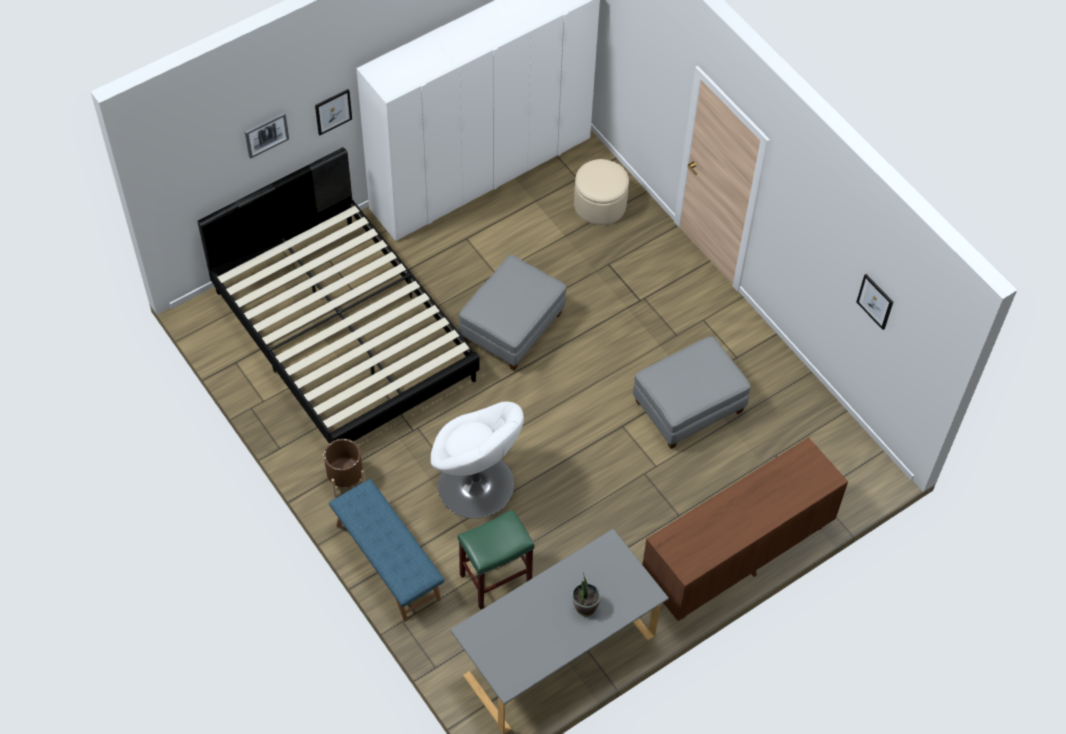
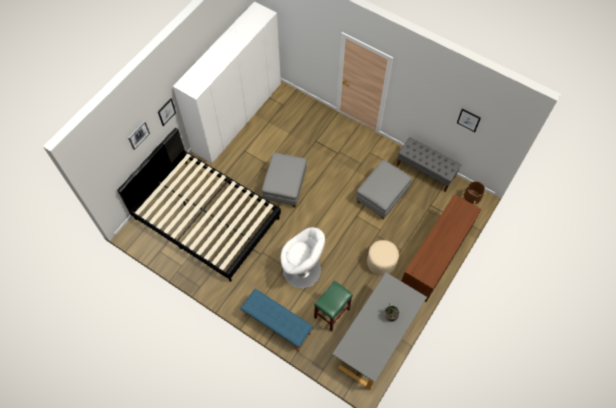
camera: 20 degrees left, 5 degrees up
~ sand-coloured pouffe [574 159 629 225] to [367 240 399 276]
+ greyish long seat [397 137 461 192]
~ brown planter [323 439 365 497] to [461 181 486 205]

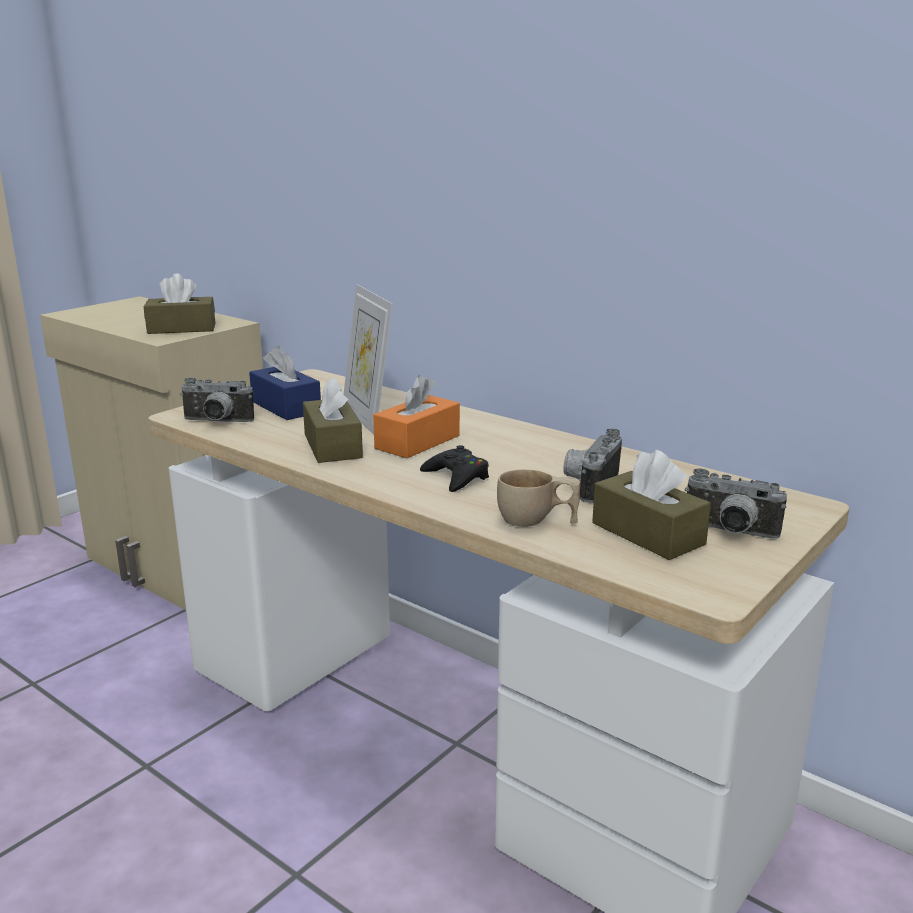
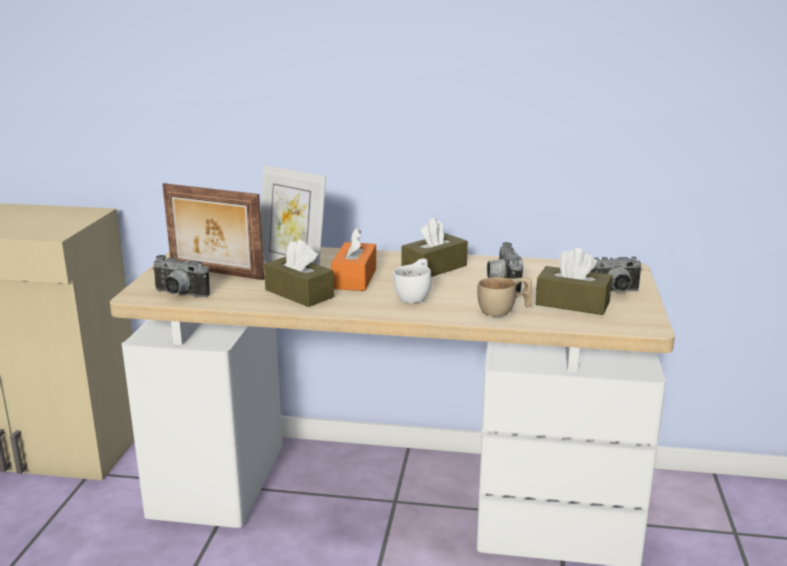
camera: 30 degrees left, 0 degrees up
~ photo camera [180 378 254 422] = [152 255 210 297] 45 degrees clockwise
~ blue-coloured box of tissues [249 346 321 420] to photo frame [163 183 264 280]
~ blackish joypad [420 445 489 492] to white drinking cup [393 259 431 303]
~ brown box of tissues [144 273 215 334] to [402 218 468 277]

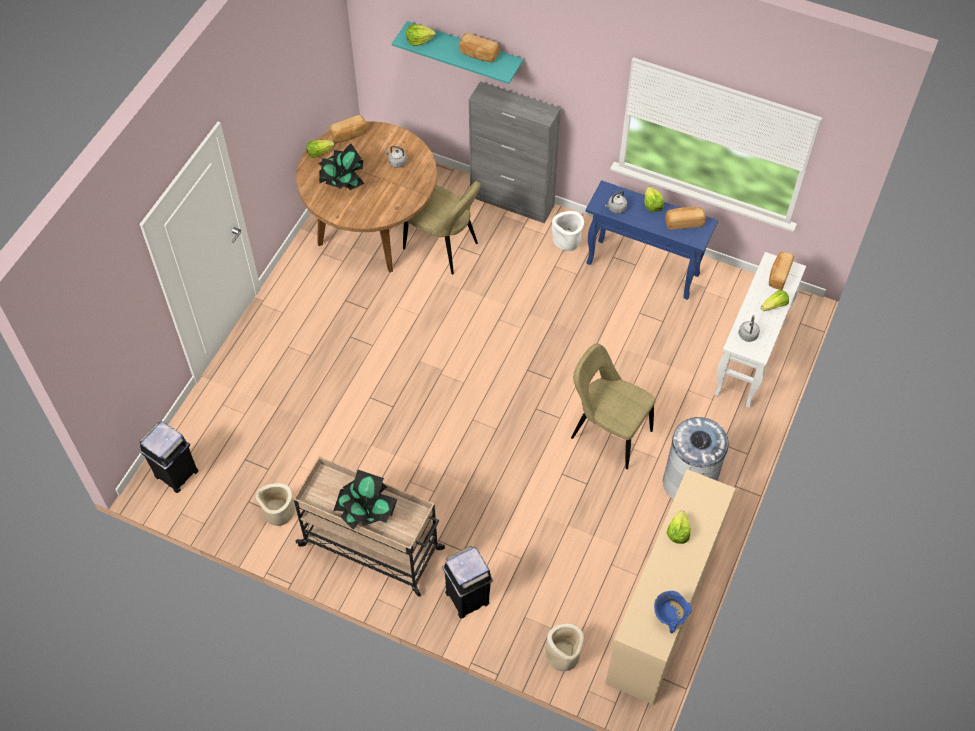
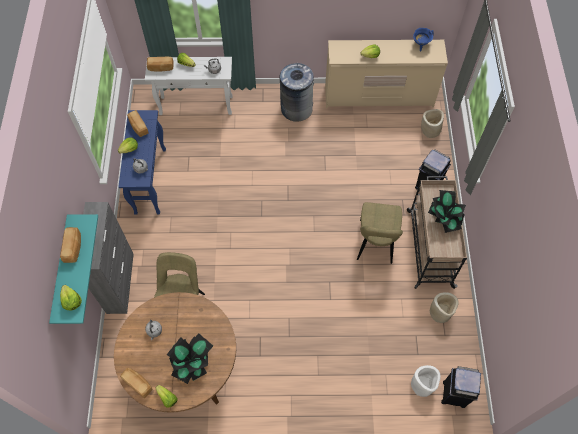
camera: 115 degrees left, 5 degrees up
~ sand-coloured upright chair [571 343 656 469] to [357 202 403 264]
~ white planter [552 211 584 251] to [411 365 440 397]

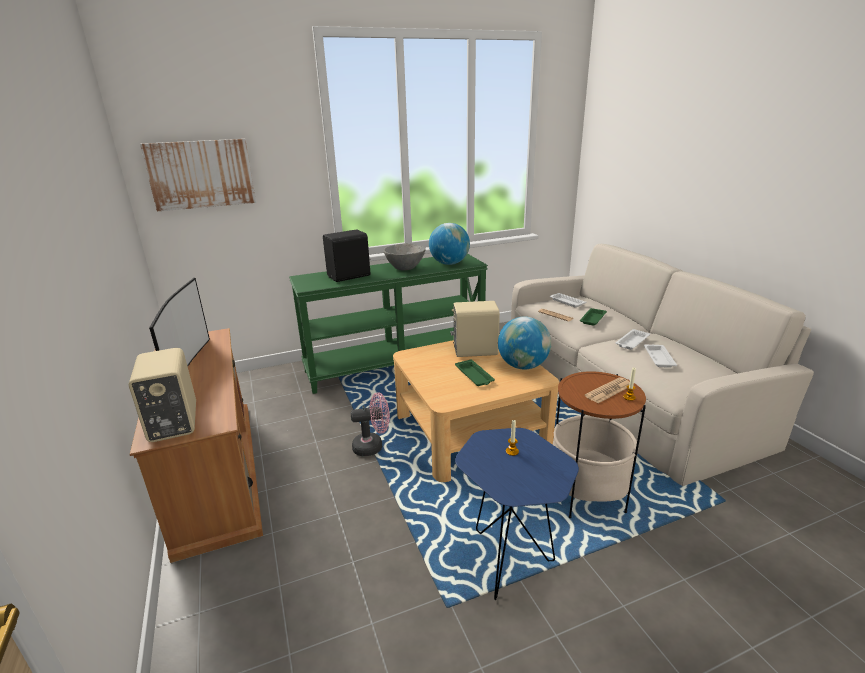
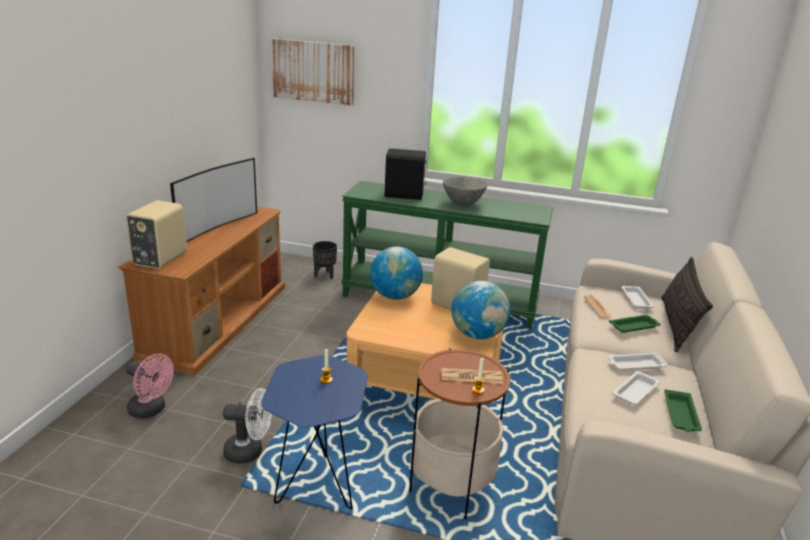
camera: 35 degrees right, 0 degrees up
~ pink fan [351 392 390 456] to [126 354 174 419]
+ white fan [223 388 272 464]
+ blackish planter [313 241 337 279]
~ desk globe [429 223 470 265] to [370 247 423 300]
+ throw pillow [661 257 713 352]
~ greenish tray [455 359 495 386] to [664 389 702 432]

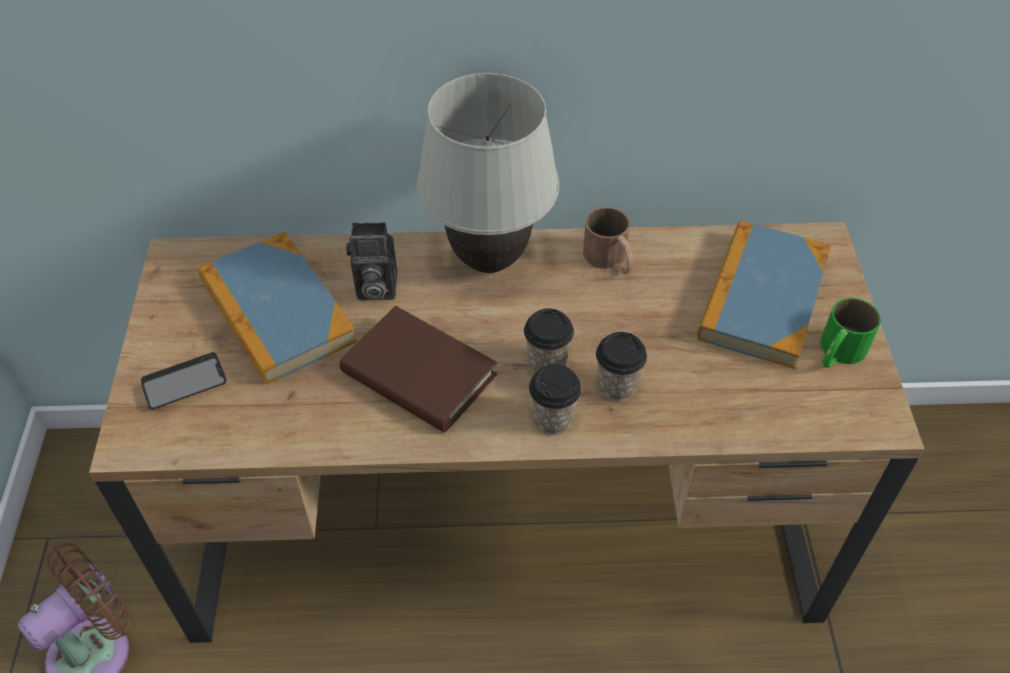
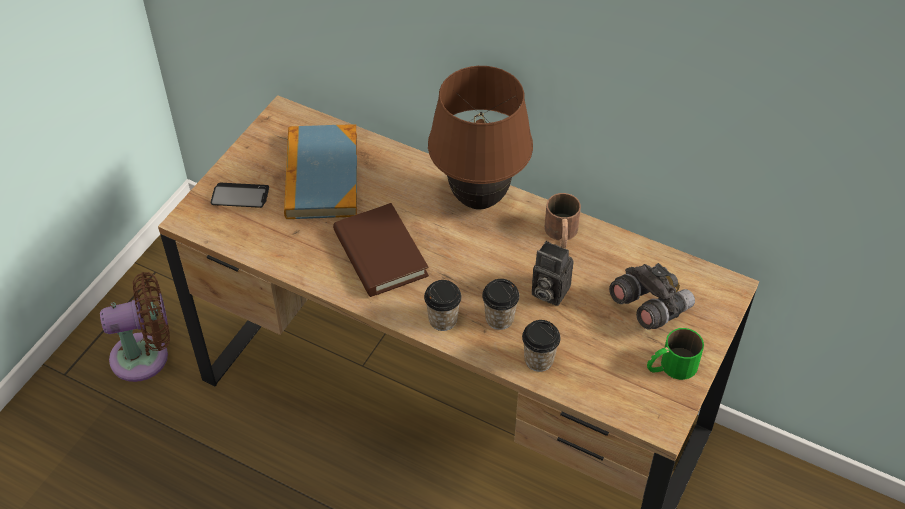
camera: 30 degrees right, 0 degrees up
~ white lamp for a table [417 73 559 273] to brown lamp for a table [428 66 533 209]
~ drinking cup [524 309 574 373] to [522 320 561 372]
~ photo camera [346 222 397 300] to [532 241 573 306]
~ bound book [697 221 831 369] to greyish field glasses [609 263 695 329]

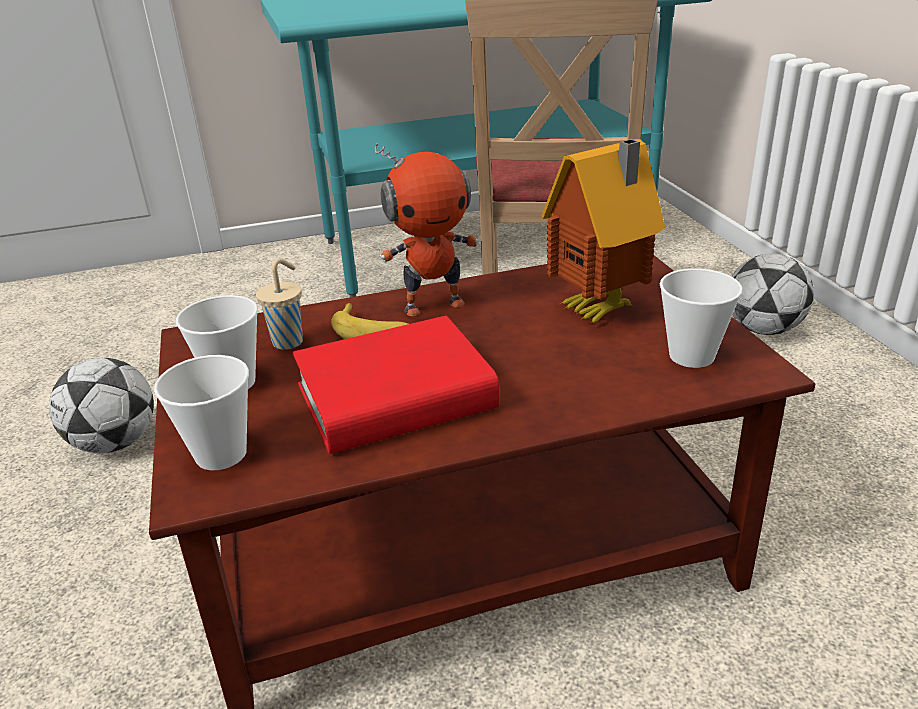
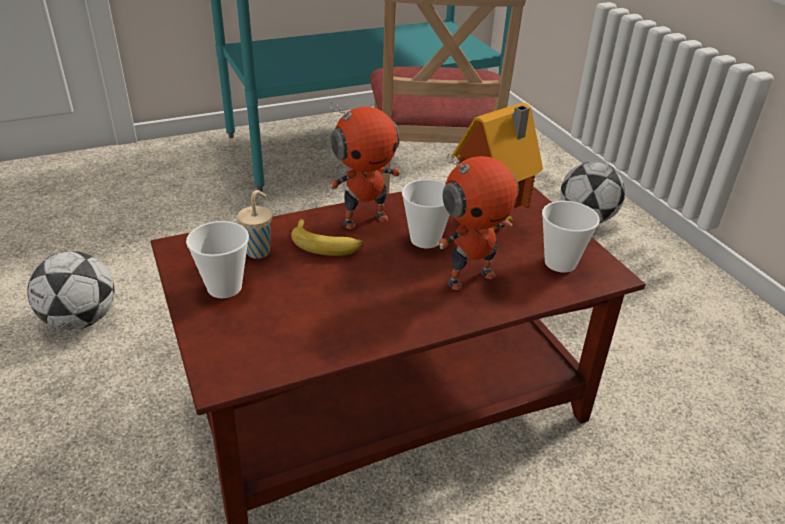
camera: 10 degrees left, 5 degrees up
~ drinking cup [154 355 249 470] to [402 179 450 248]
+ model robot [437 153 519 290]
- red bound book [293 316 499 454]

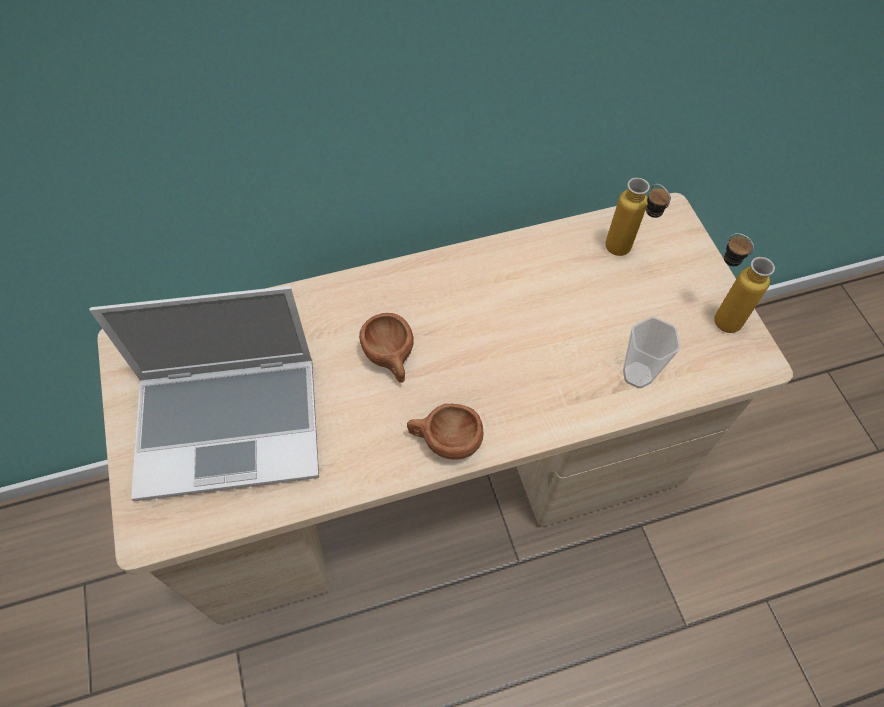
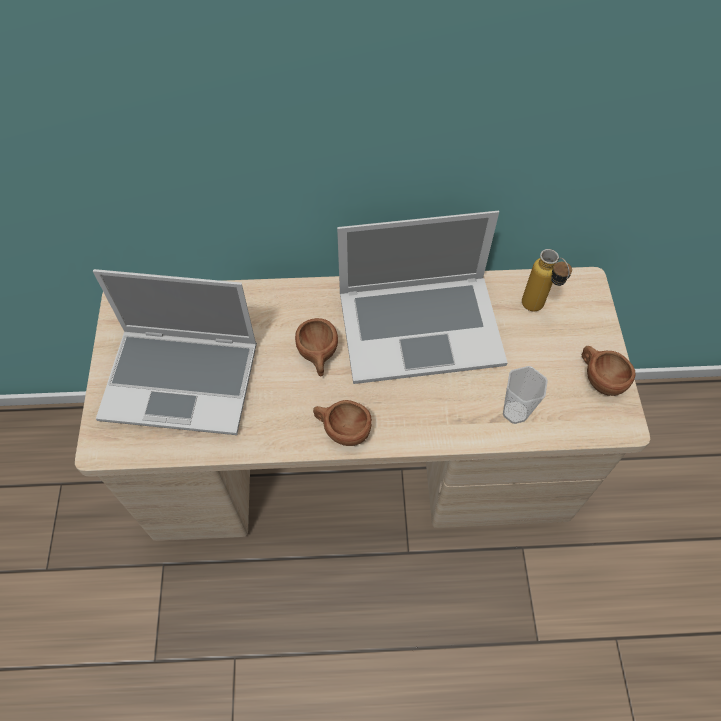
camera: 15 degrees right, 0 degrees up
+ laptop [337 211 508 384]
~ bottle [714 233 775 333] to brown drinking cup [582 346 635 396]

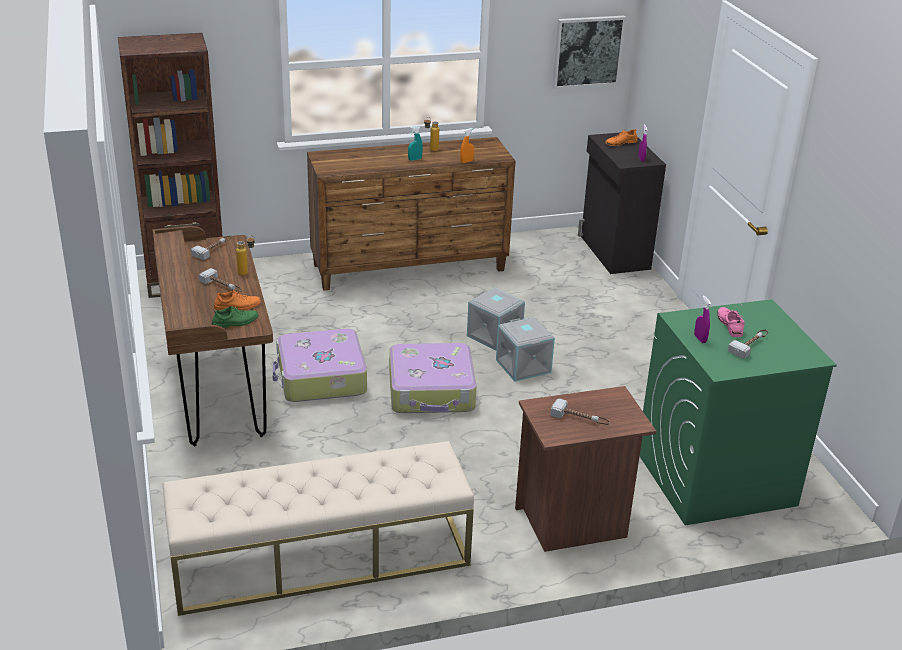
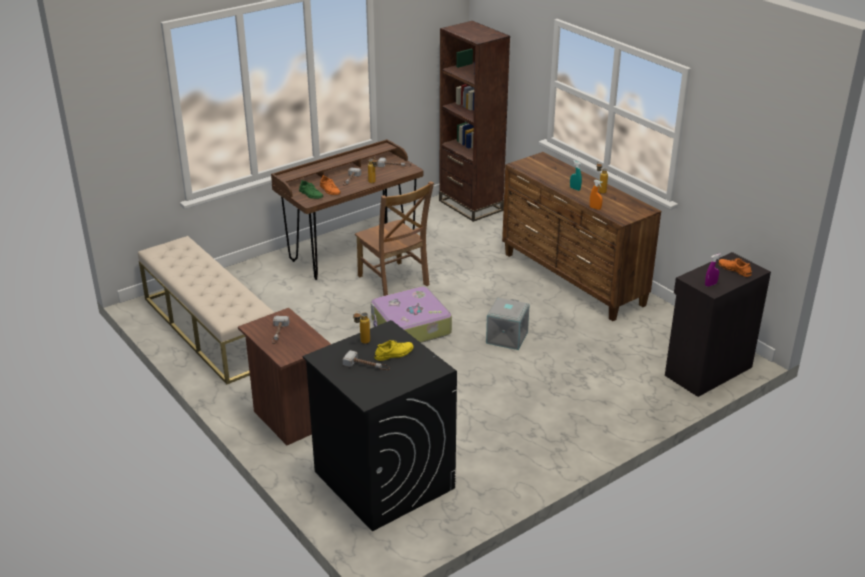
camera: 70 degrees right, 0 degrees up
~ greenish washing machine [640 299 837 526] to blackish washing machine [303 320 457 532]
~ purplish sprayer [694 295 711 343] to bottle [353 311 370 344]
~ suitcase [272 329 367 402] to brown upright chair [355 181 434 296]
~ pink shoe [717 307 745 337] to yellowish shoe [374 340 414 361]
- greyish storage box [496 317 555 382]
- picture [553 16 626 89]

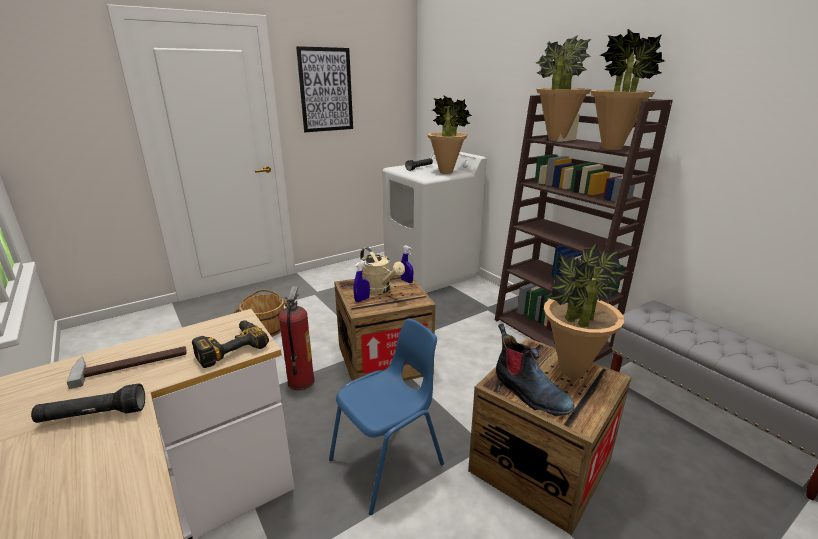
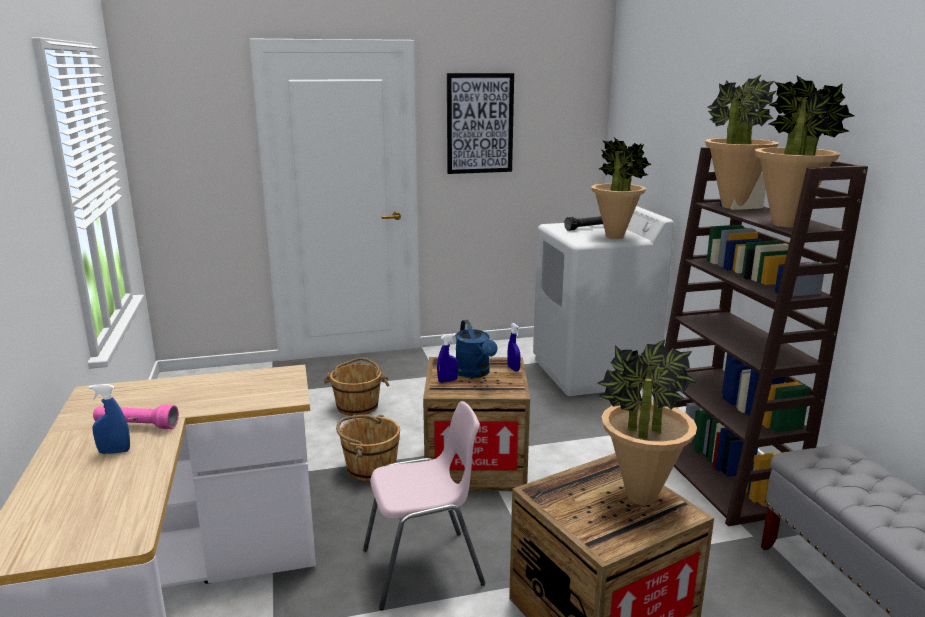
camera: 20 degrees right, 5 degrees down
+ blue-coloured sprayer [89 384 130 454]
~ blackish torch [31 383 145 423] to pink torch [93 404 179 429]
~ fire extinguisher [279 286 315 390] to brown bucket [336 415 400 481]
~ blue-coloured upright chair [329 318 444 515] to pink upright chair [363 401 486 610]
~ sand-coloured watering pot [360 247 405 294] to blue-coloured watering pot [456 320 497 378]
- hammer [67 346 186 389]
- electric drill [192 320 269 368]
- boot [496 323 575 416]

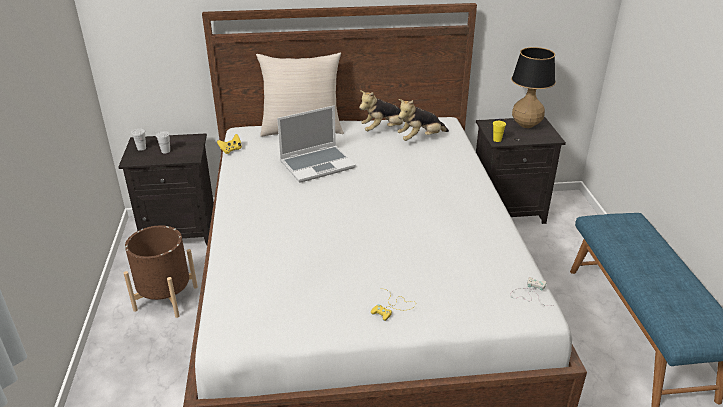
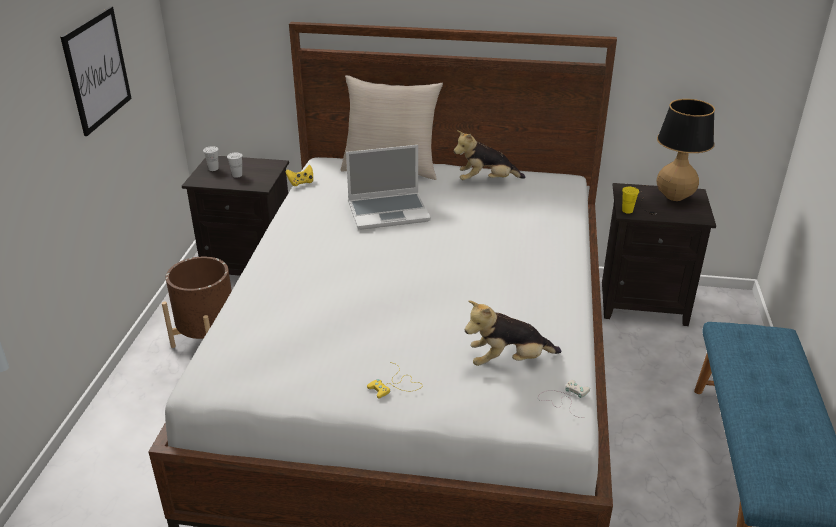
camera: 15 degrees right, 0 degrees up
+ picture [60 7 132 136]
~ soft toy [397 99 449 141] to [465 300 561 366]

